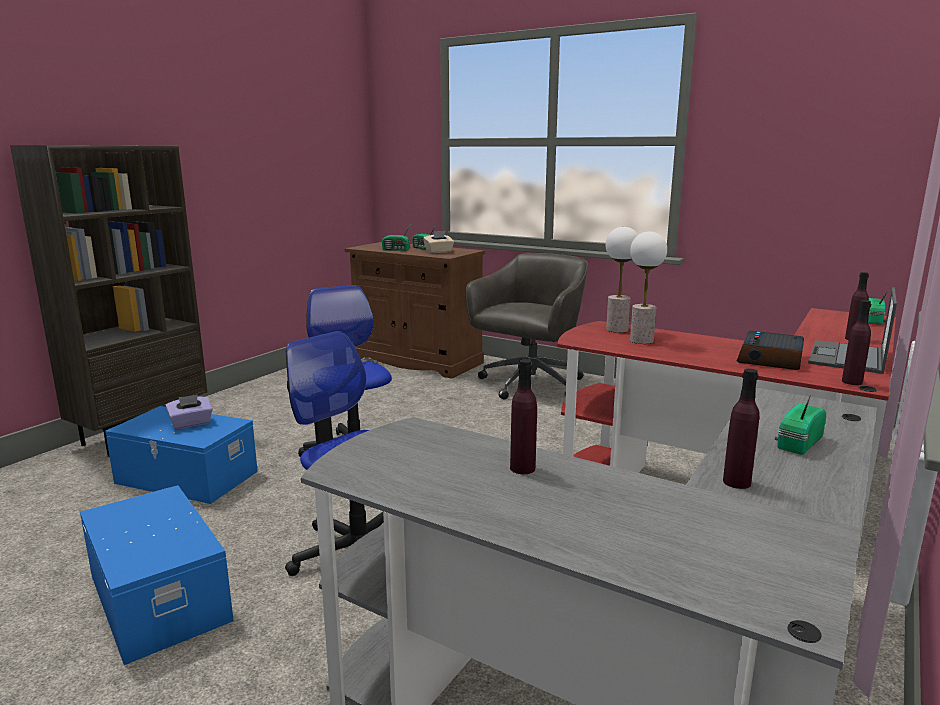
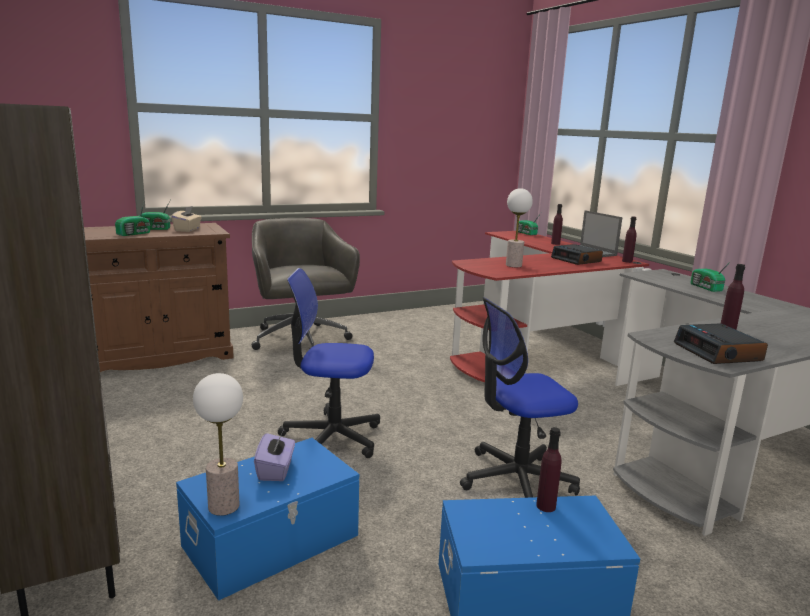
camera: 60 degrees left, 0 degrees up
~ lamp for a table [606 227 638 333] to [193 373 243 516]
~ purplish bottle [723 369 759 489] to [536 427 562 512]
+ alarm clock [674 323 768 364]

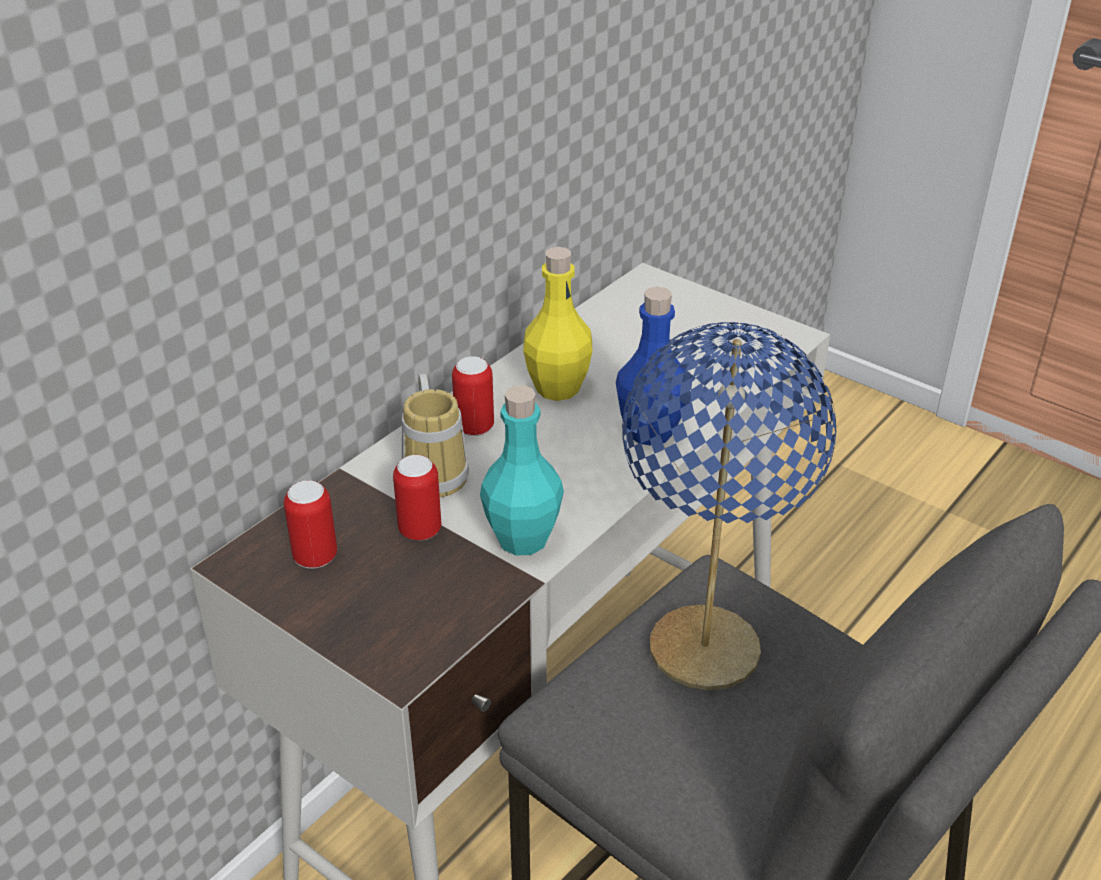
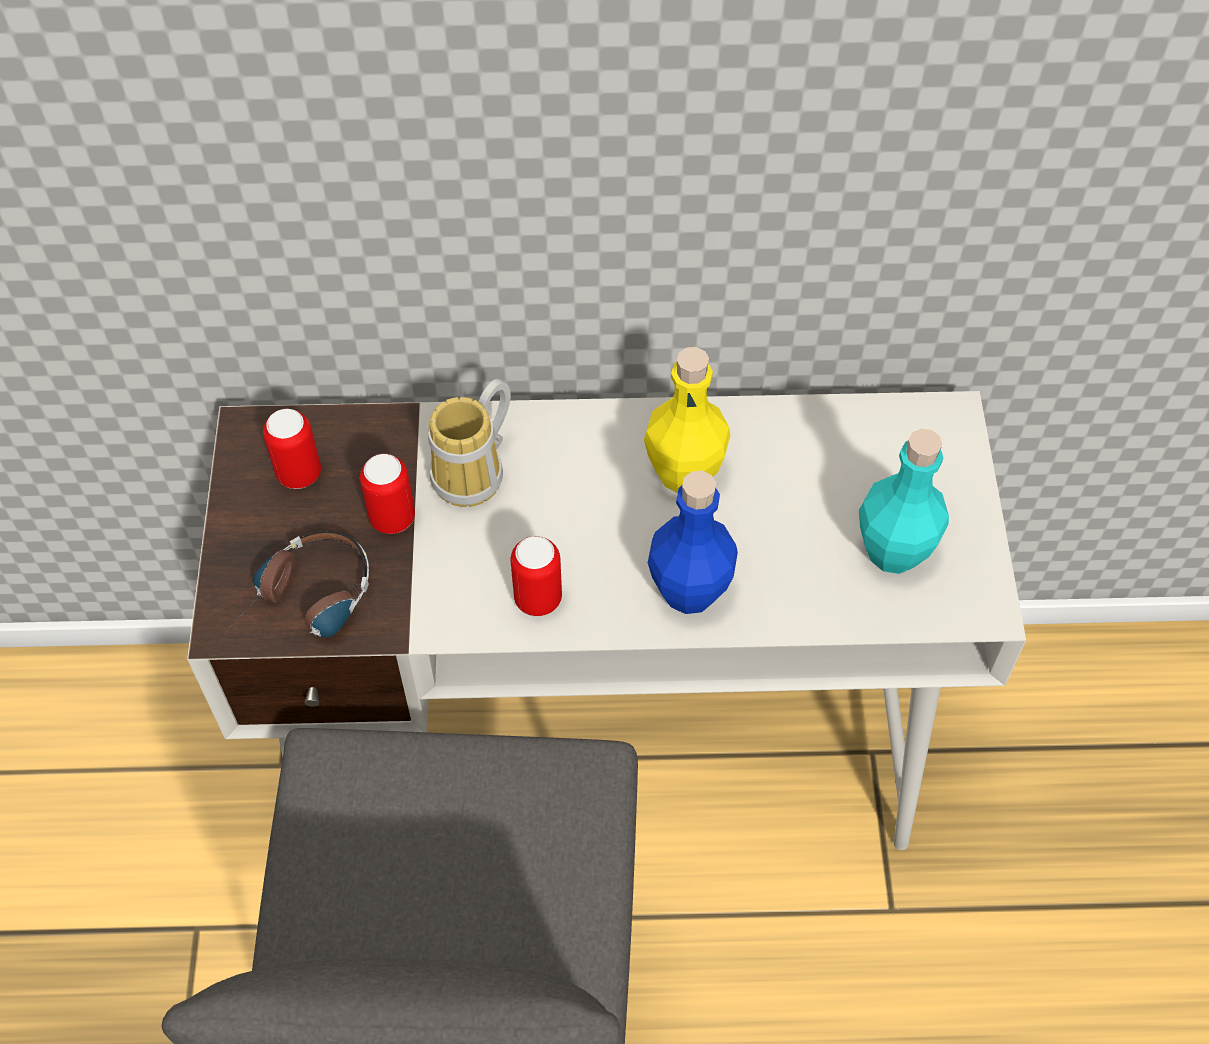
camera: 50 degrees right, 20 degrees up
+ headset [225 531 369 637]
~ can [452 356 494 436] to [510 536 562 616]
~ blue-green bottle [480 385 564 556] to [859 429 949 574]
- blue-coloured lamp for a table [622 322 836 690]

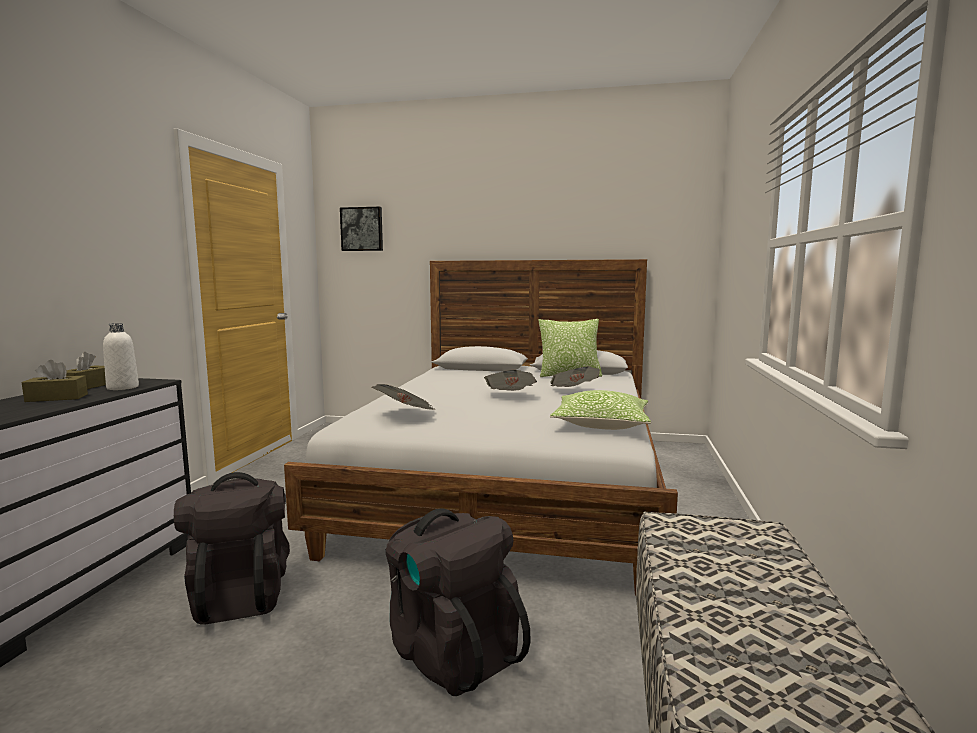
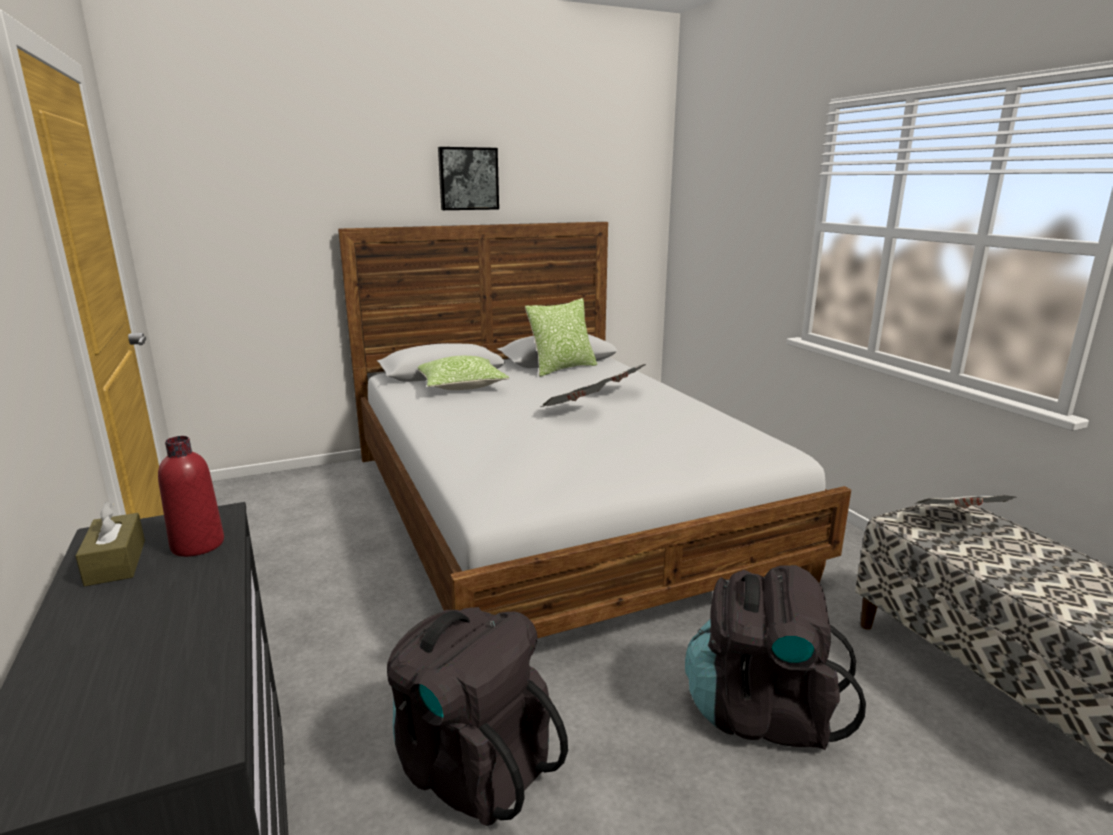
camera: 35 degrees left, 10 degrees up
~ white bottle [103 323 139 390] to red bottle [158 436 224 557]
~ throw pillow [550 390 651 430] to [418 356 509 390]
~ picture [340 207 383 251] to [438 147 499 210]
~ newspaper [371 384 434 410] to [916 495 1017 509]
- brown box of tissues [22 360 88 402]

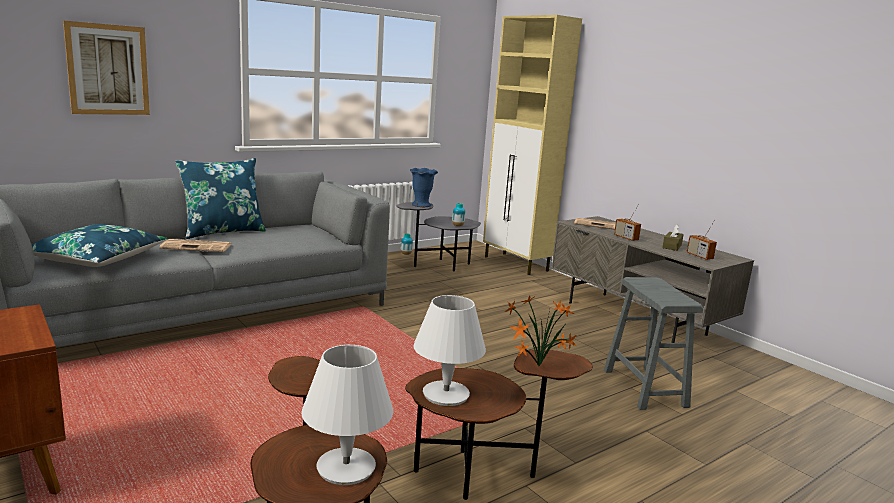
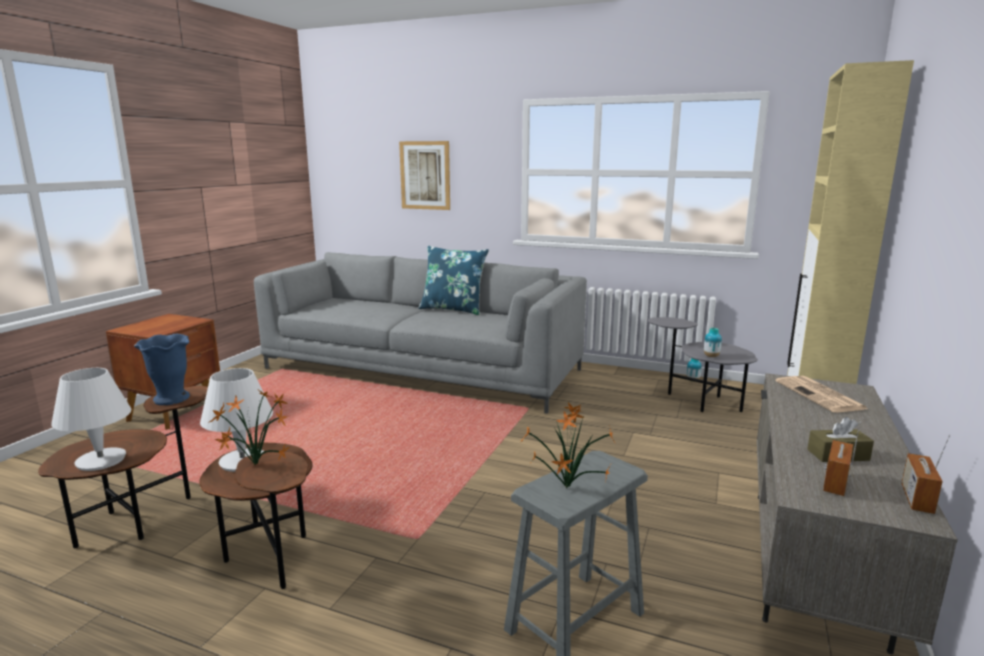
camera: 60 degrees right, 0 degrees up
~ blue-coloured decorative vase [410 168 438 207] to [134 334 190 405]
+ potted plant [520 402 615 488]
~ radio [614 204 641 241] to [901 435 950 514]
- blue-coloured throw pillow [31 224 167 267]
- newspaper [159 239 231 252]

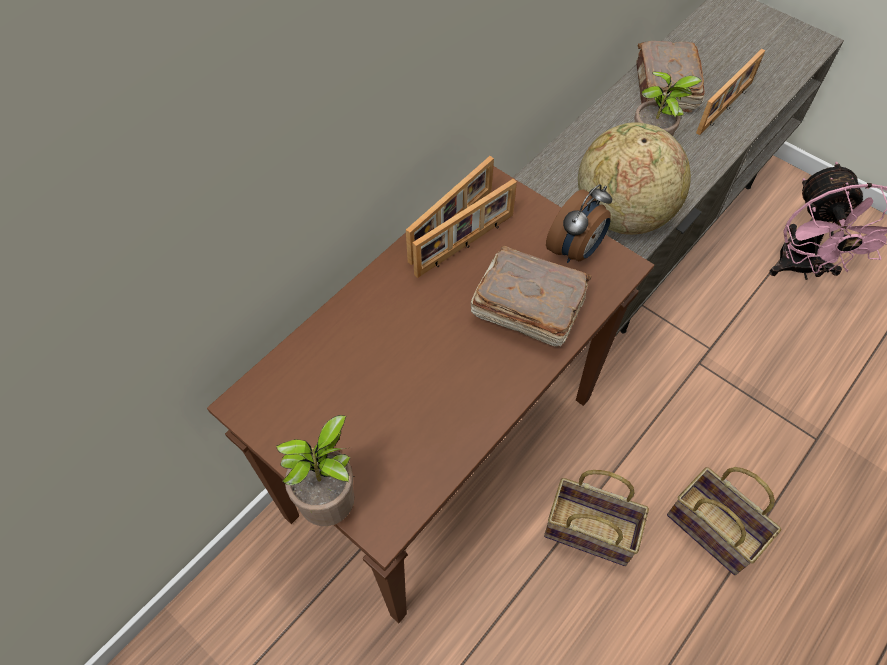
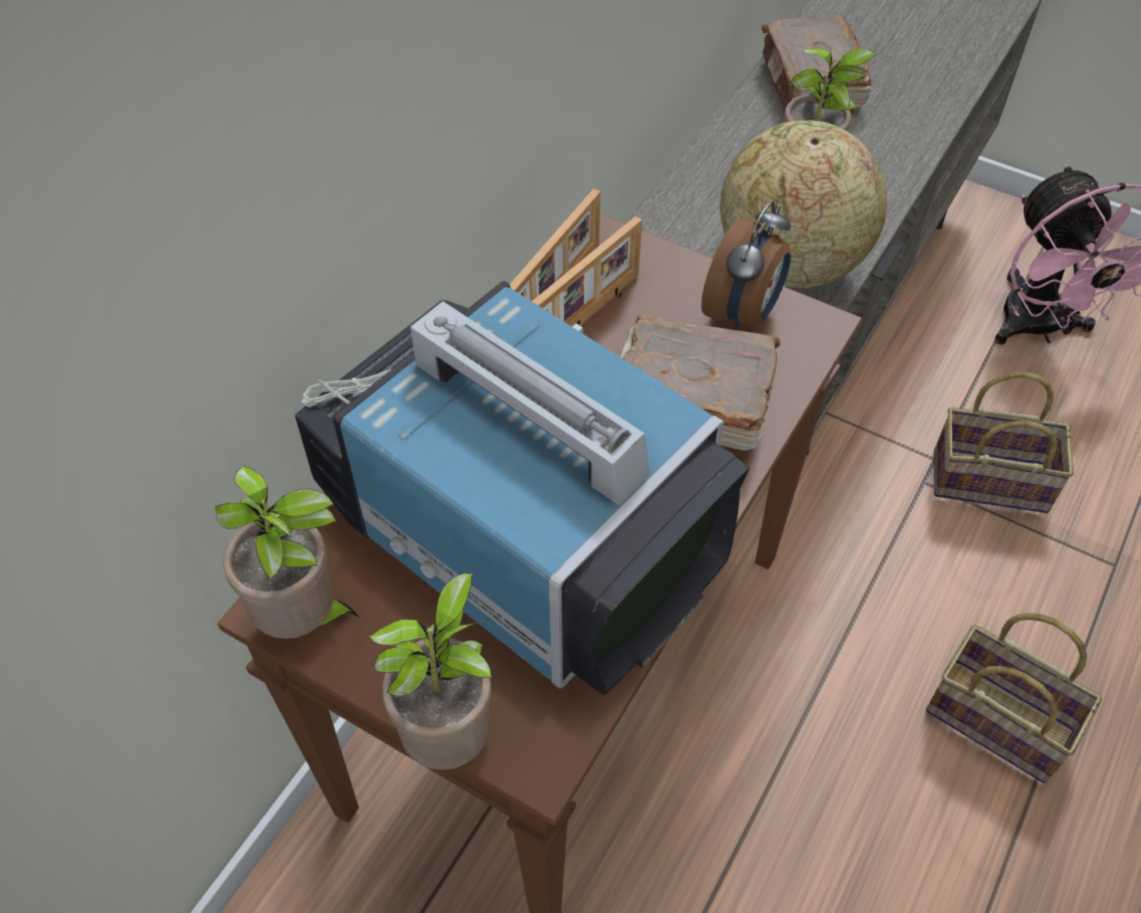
camera: 10 degrees left, 5 degrees down
+ potted plant [215 466 360 639]
+ television [295 281 750 695]
~ storage basket [544 470 649 566] to [934 371 1074 513]
- photo frame [696 49 765 135]

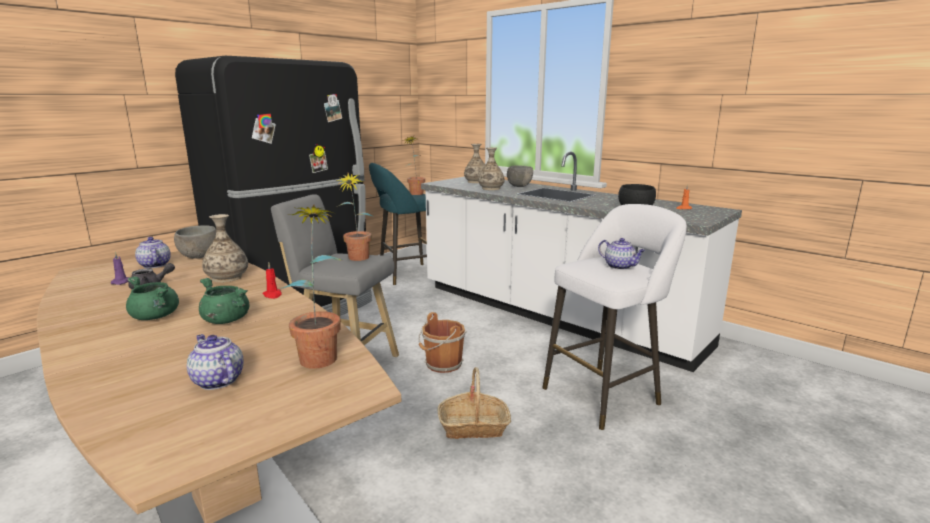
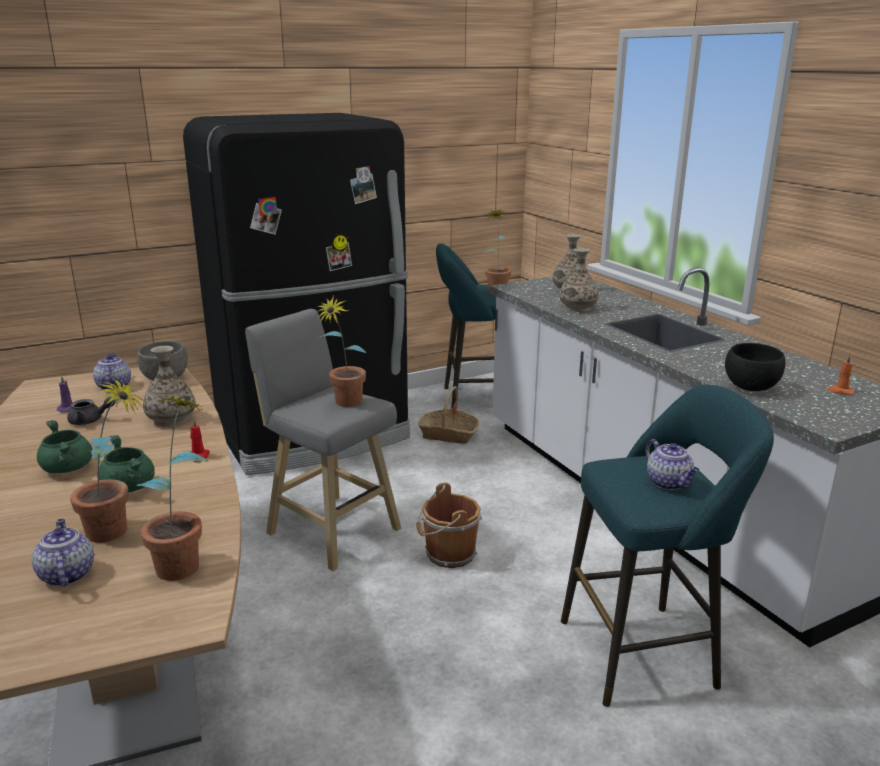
camera: 20 degrees right, 5 degrees up
+ potted plant [70 378 146 543]
~ storage basket [438 367 512 439] to [418 386 479 444]
~ white stool seat [542 204 687 430] to blue-green stool seat [561 385 774 707]
- greyish bowl [507 166 533 187]

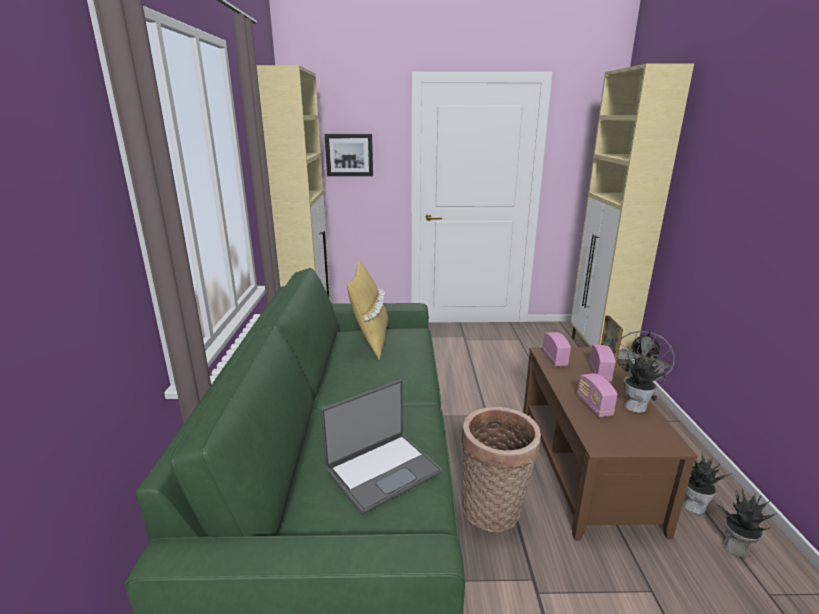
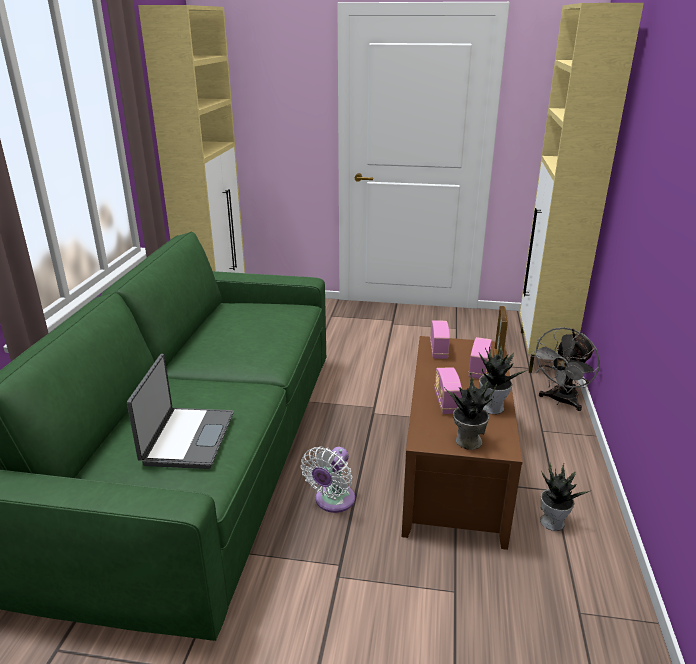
camera: 10 degrees right, 5 degrees up
~ laptop [321 380 442 515] = [127 354 234 469] 60 degrees counterclockwise
~ storage basket [461 407 541 532] to white fan [301 447 355 513]
~ potted plant [716 488 777 558] to [444 372 497 450]
- picture [325 134 373 176]
- yellowish throw pillow [347 260 388 360]

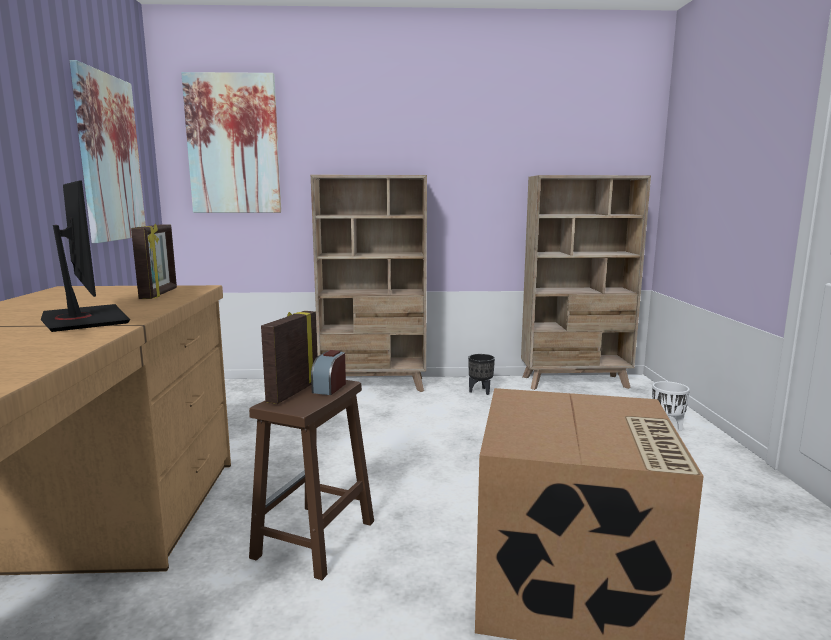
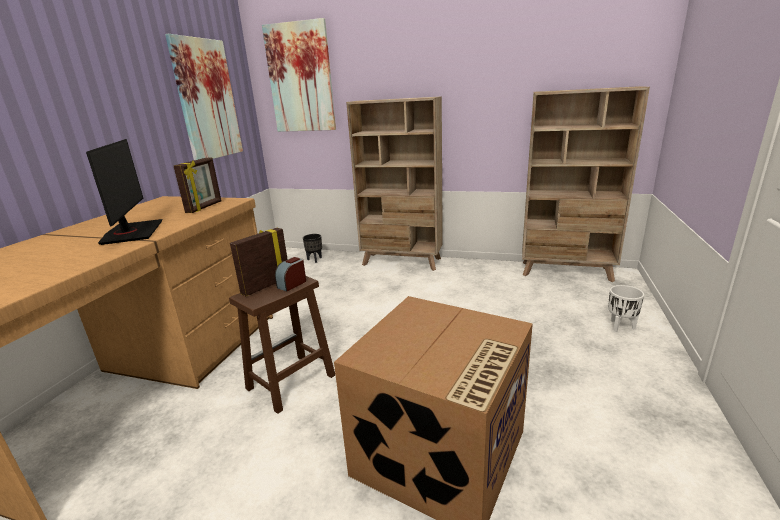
camera: 20 degrees right, 10 degrees up
~ blackish planter [468 354 495 395] to [303 234 322 263]

